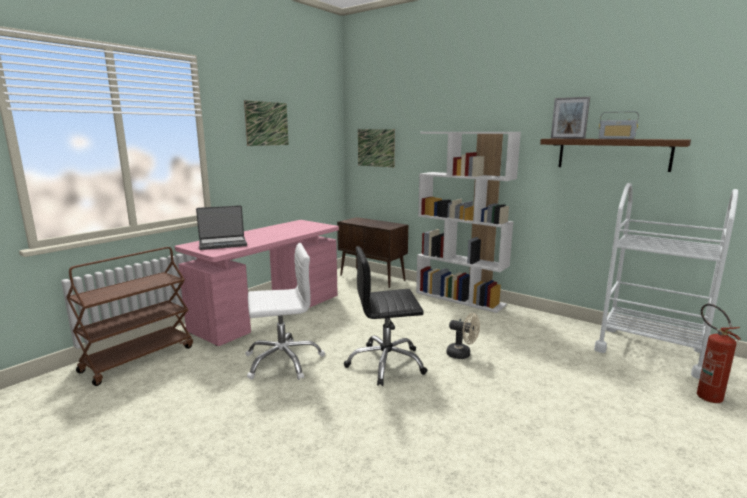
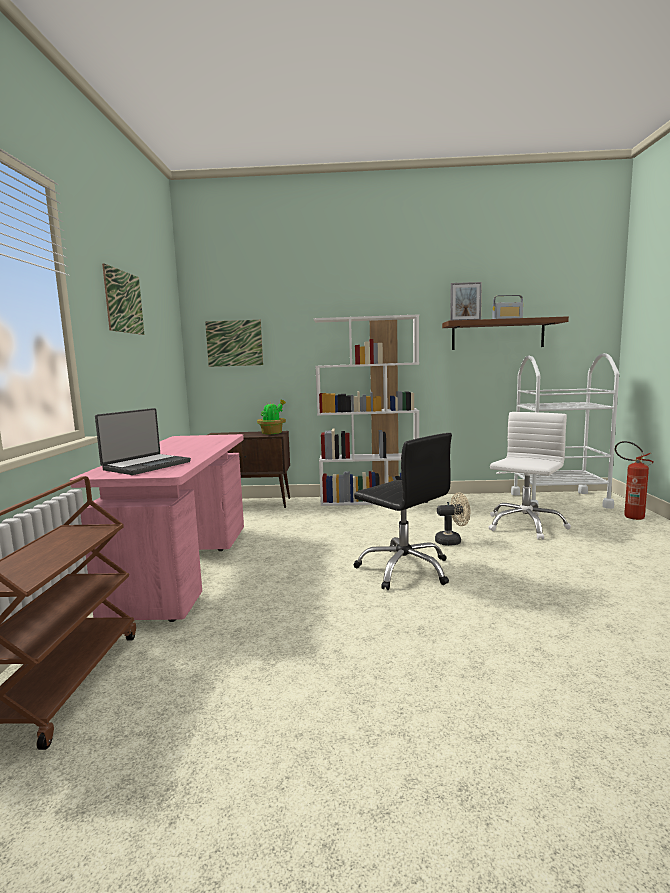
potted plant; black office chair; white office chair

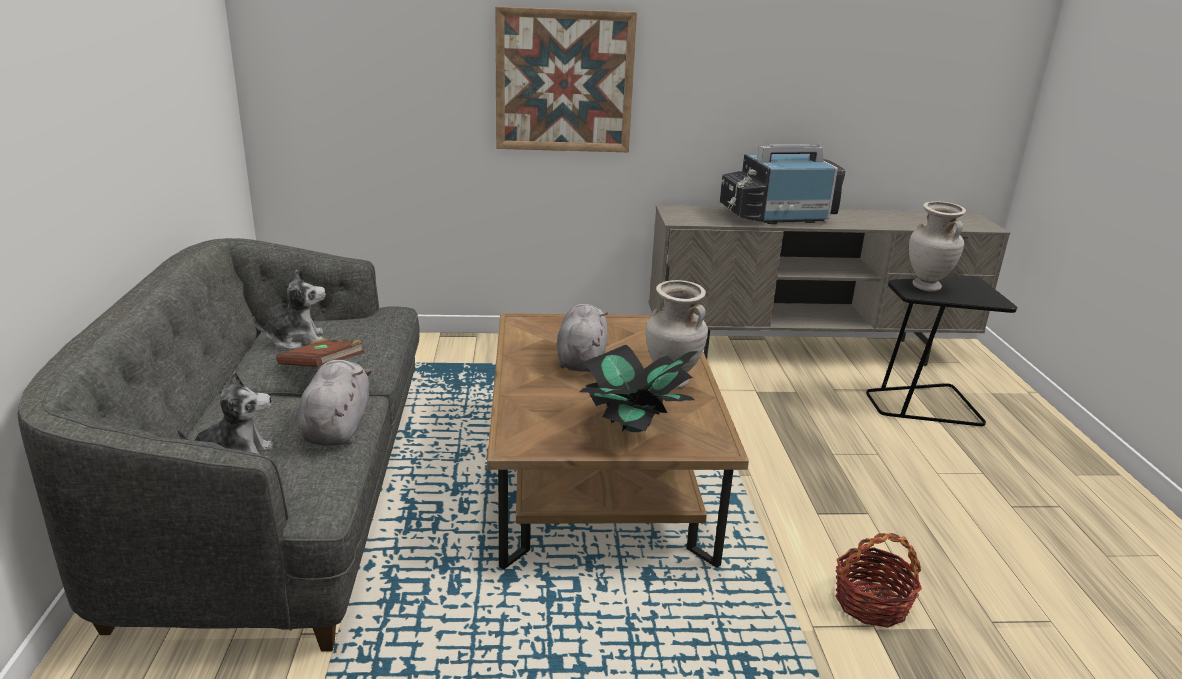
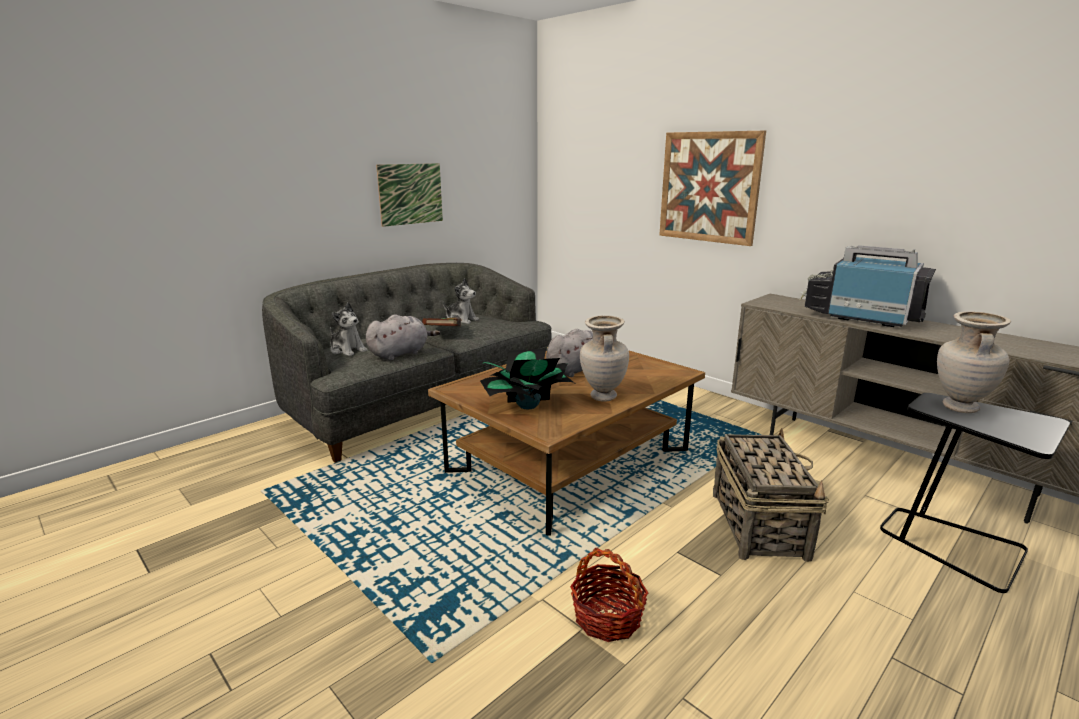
picture (no. 1 from left); basket (no. 2 from left)

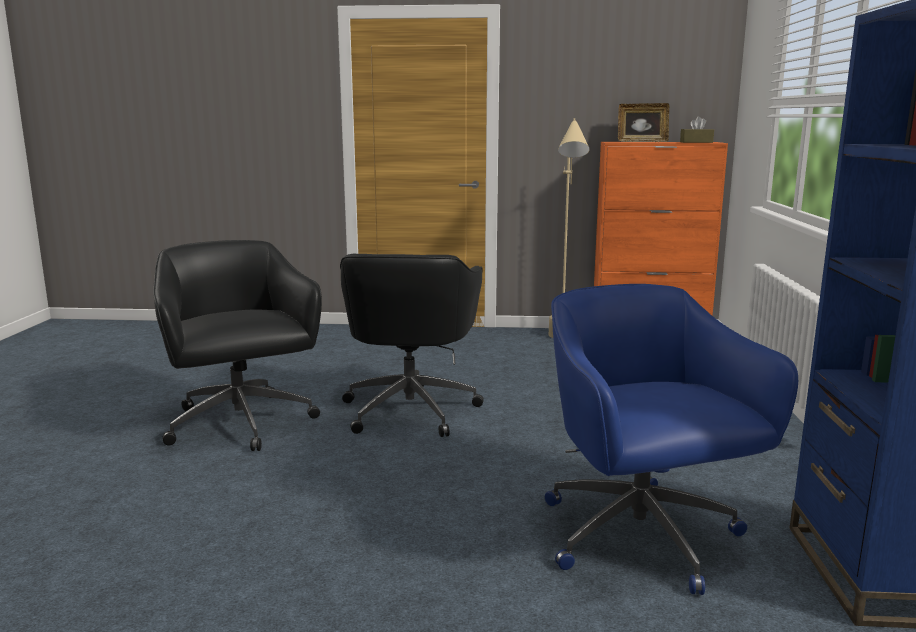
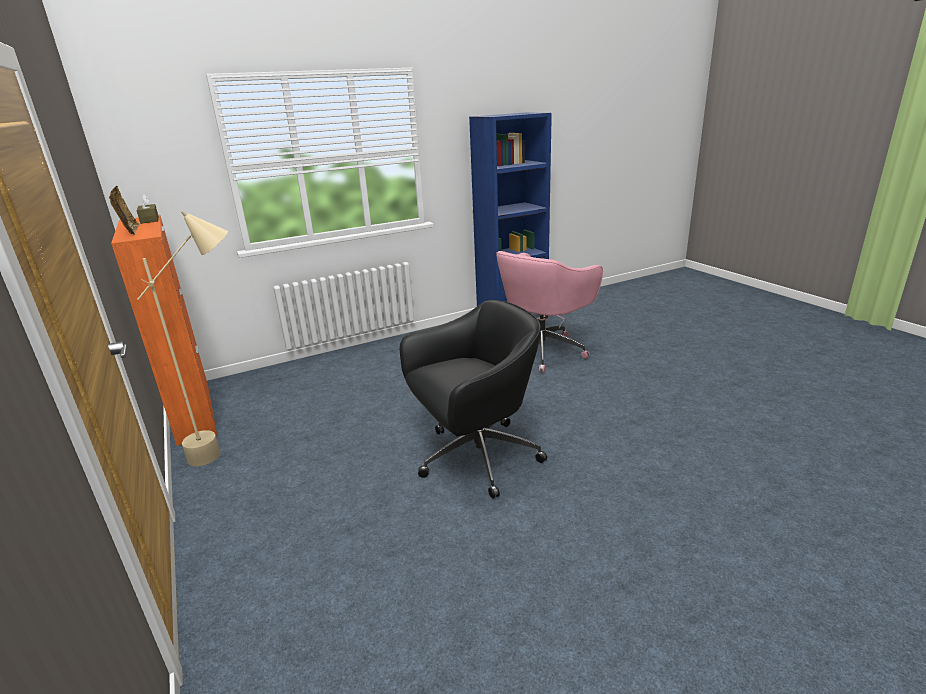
pink office chair; black office chair (no. 1 from left in the first image)

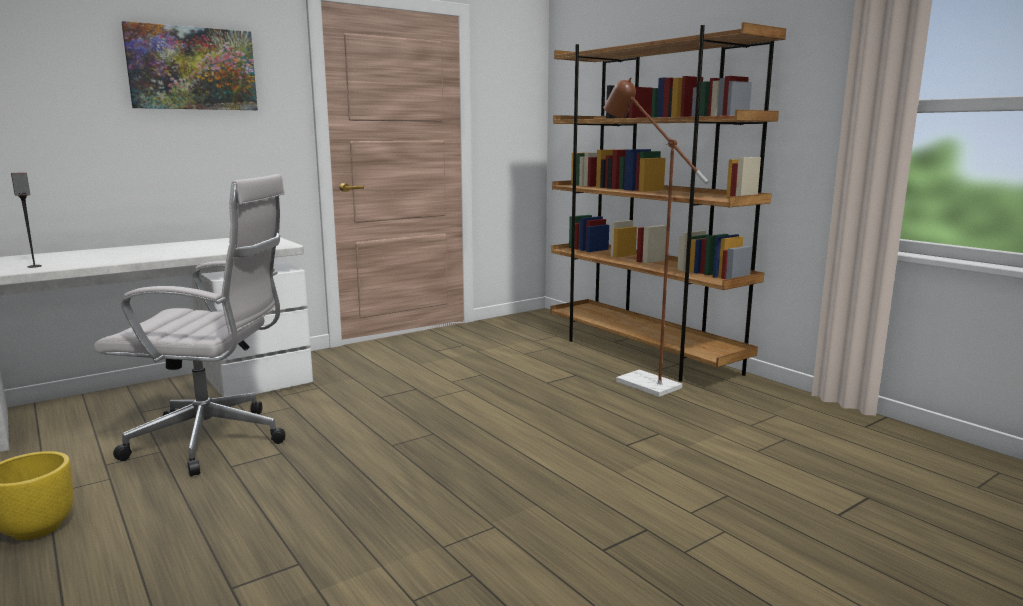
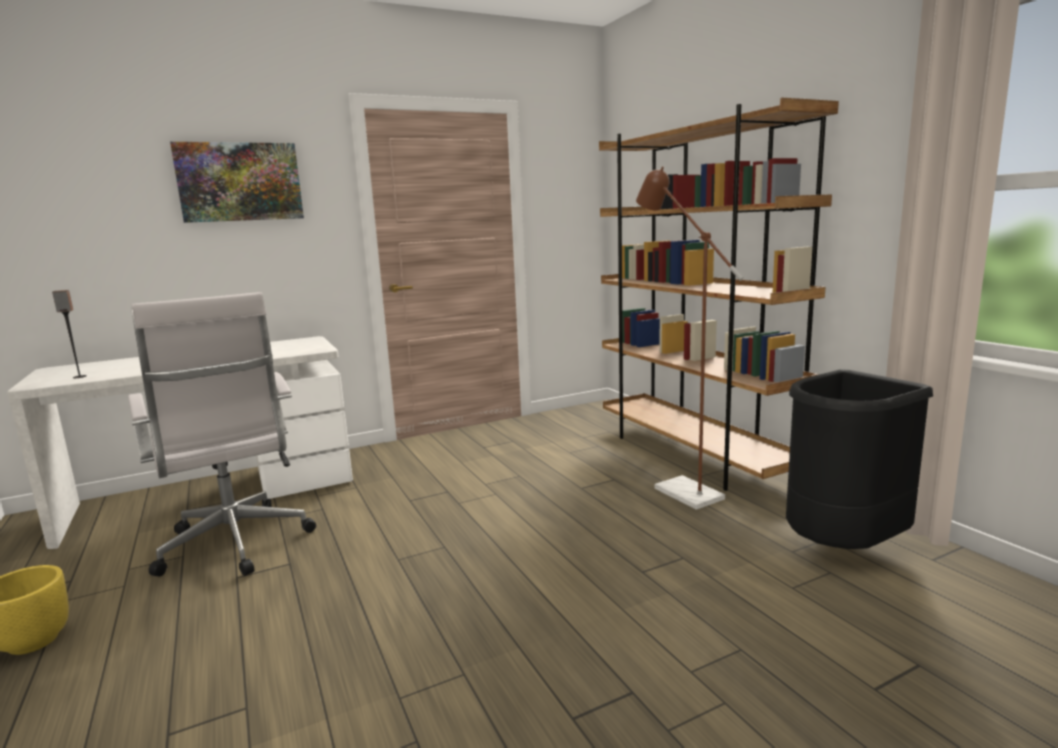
white office chair; black trash can

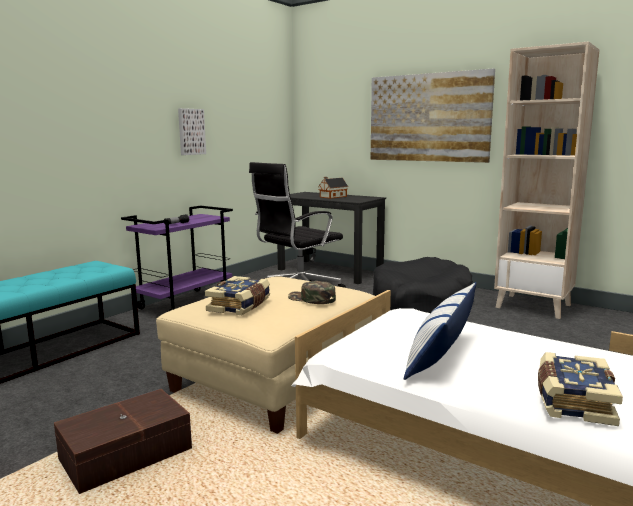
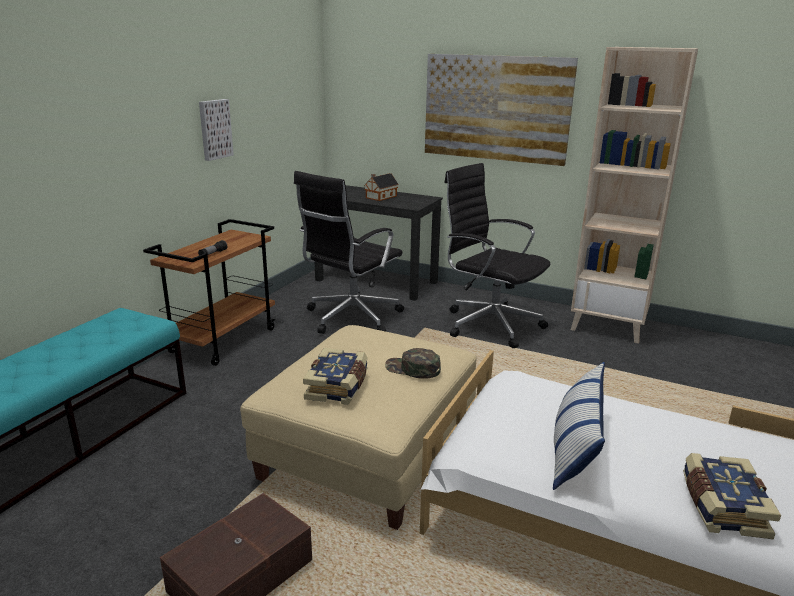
brown cart; black office chair (no. 2 from left)

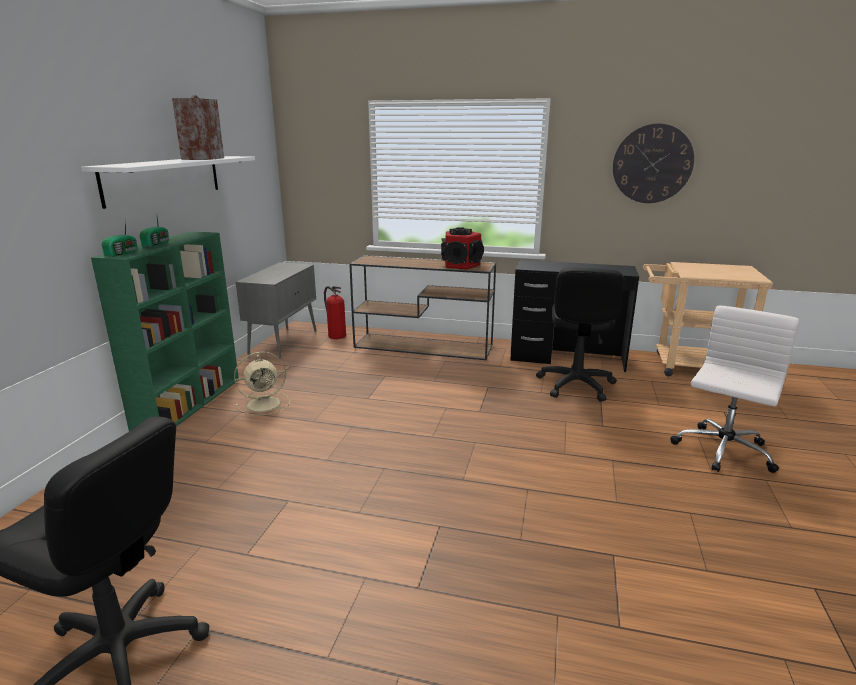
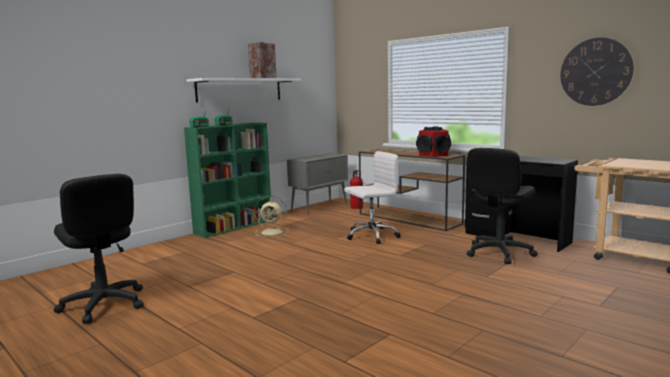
white office chair

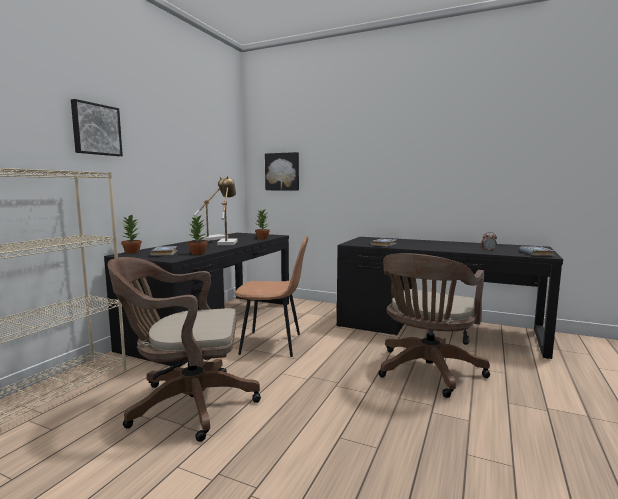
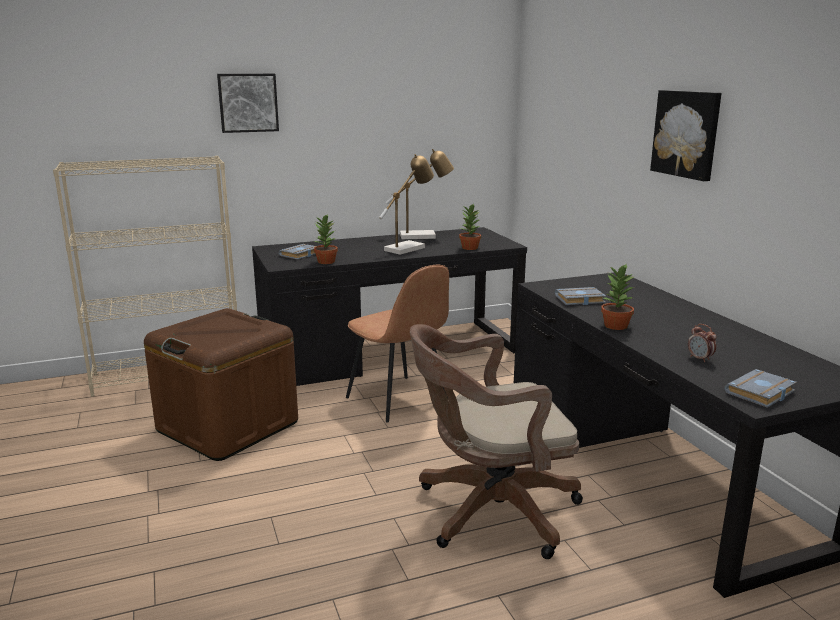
brown storage box; potted plant (no. 3 from left); picture (no. 2 from left)

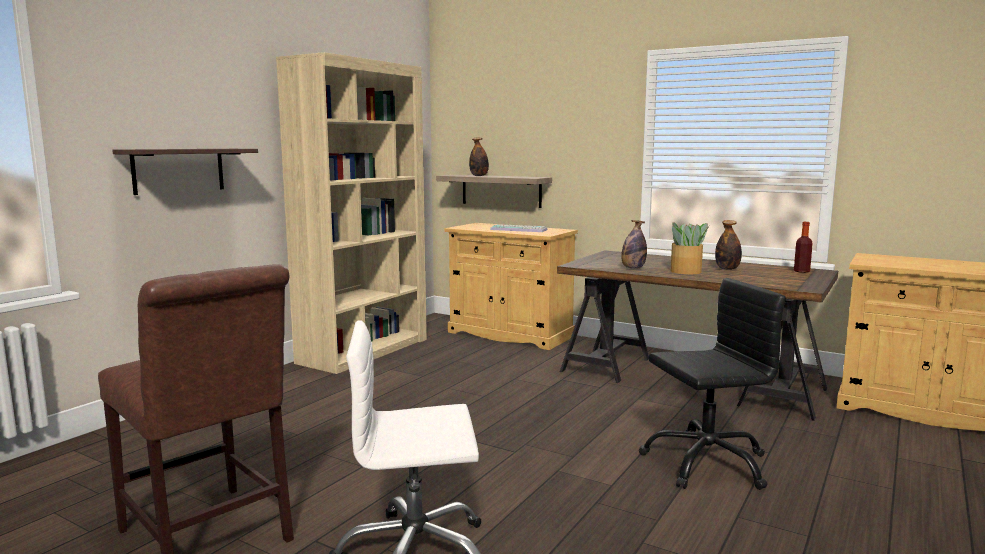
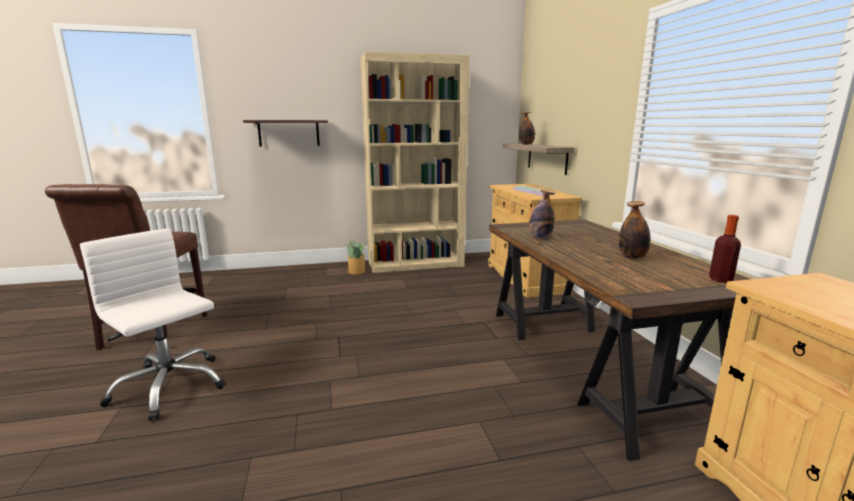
potted plant; black office chair

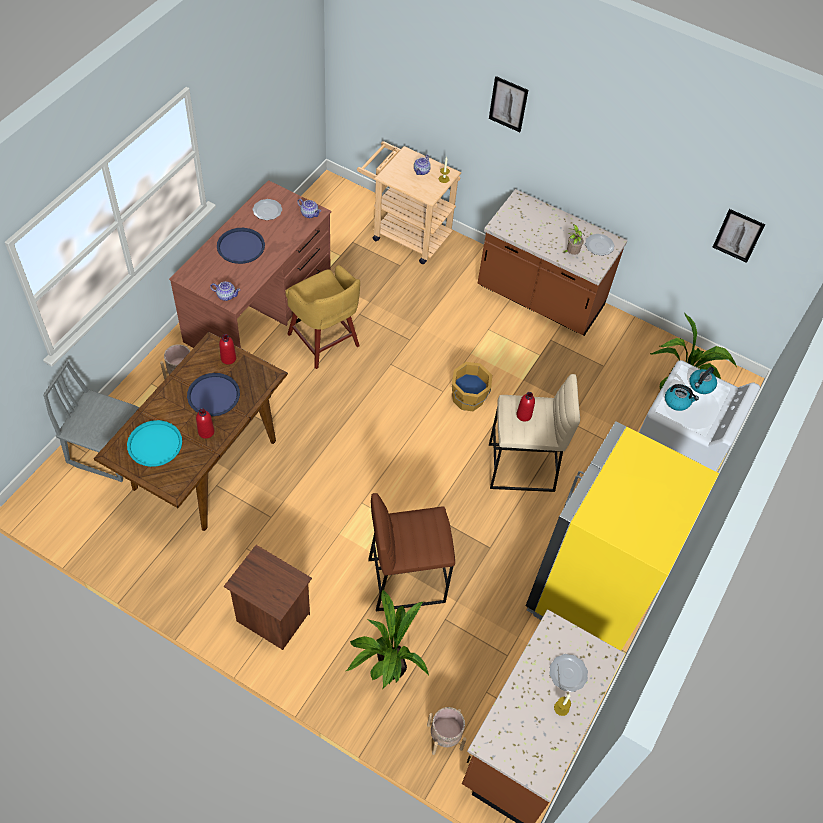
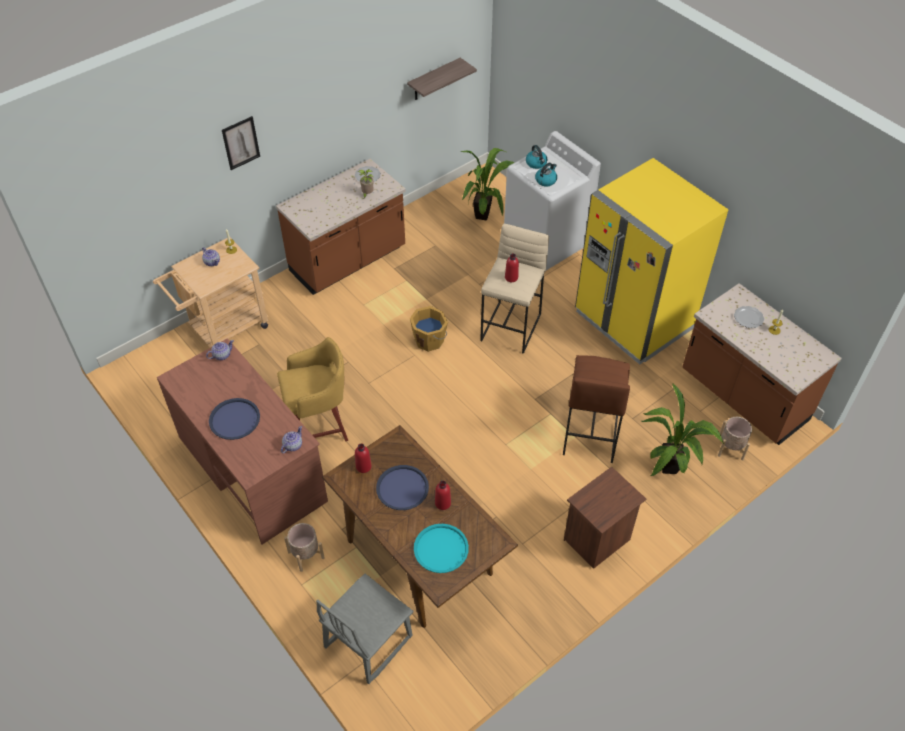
shelf; plate (no. 1 from left in the first image)

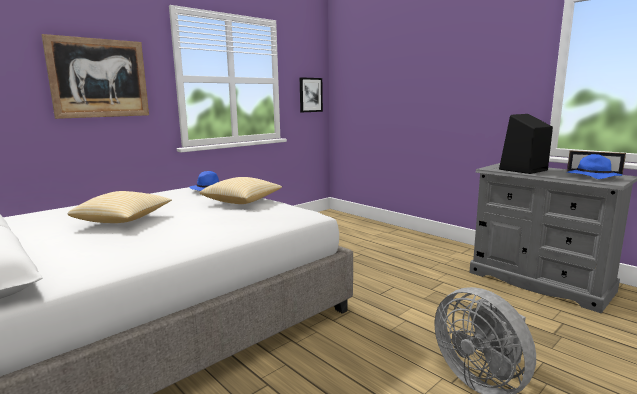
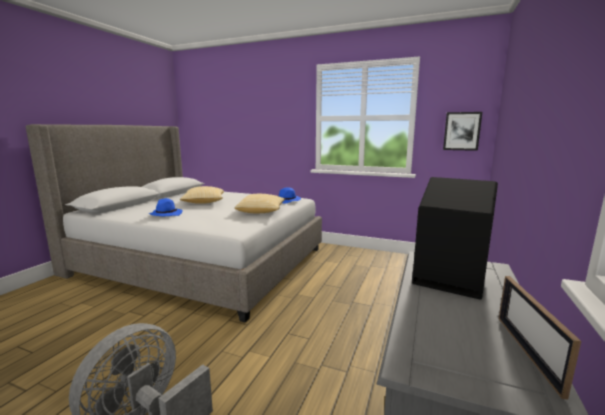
blue hat (no. 1 from left); picture (no. 1 from left in the first image)

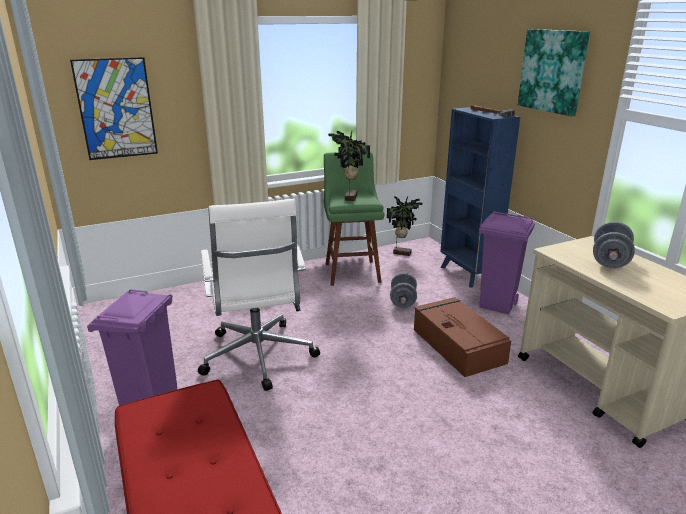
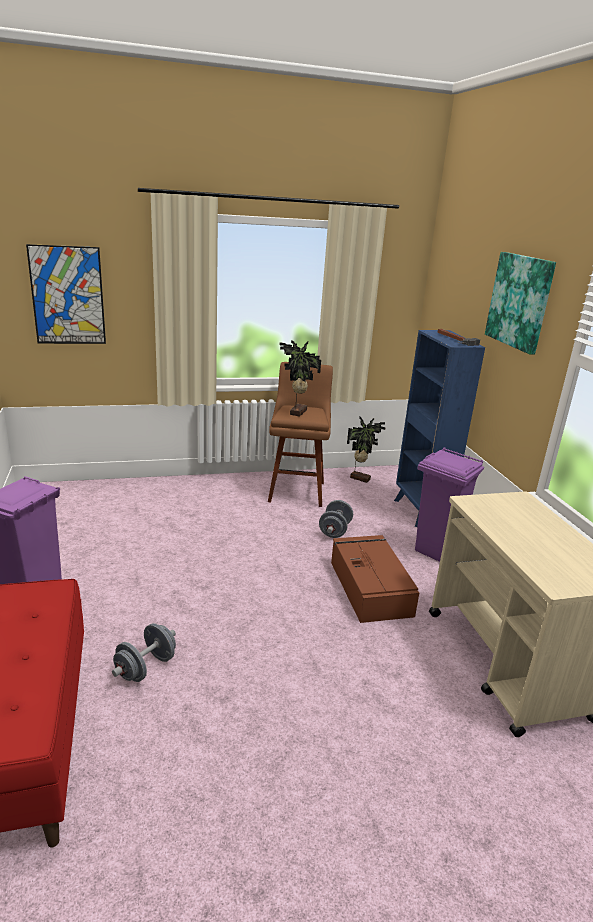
grey dumbbell (no. 1 from left); brown stool; white office chair

